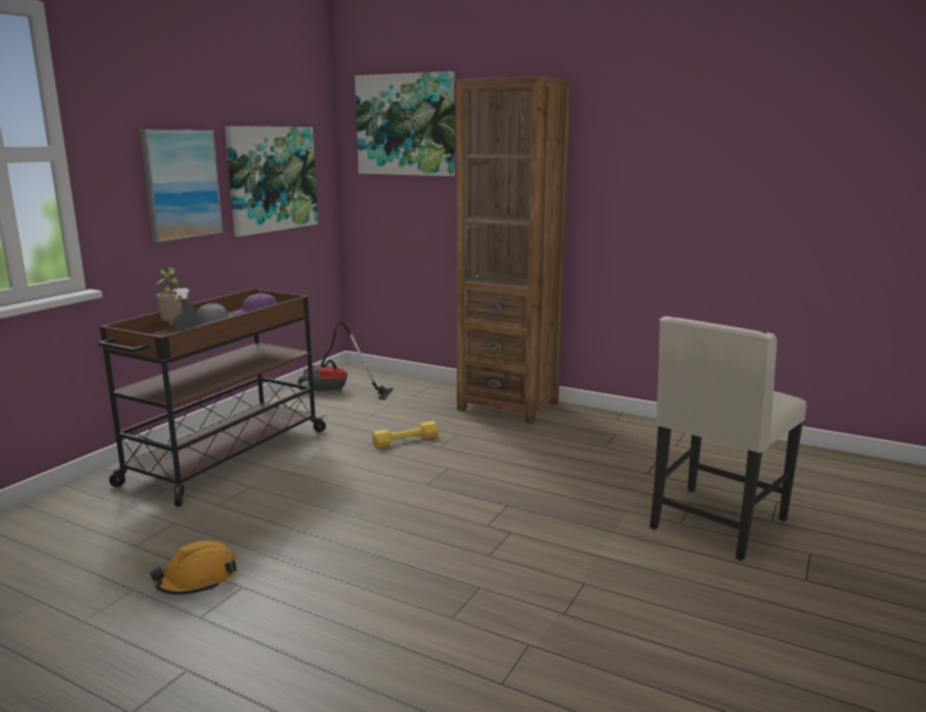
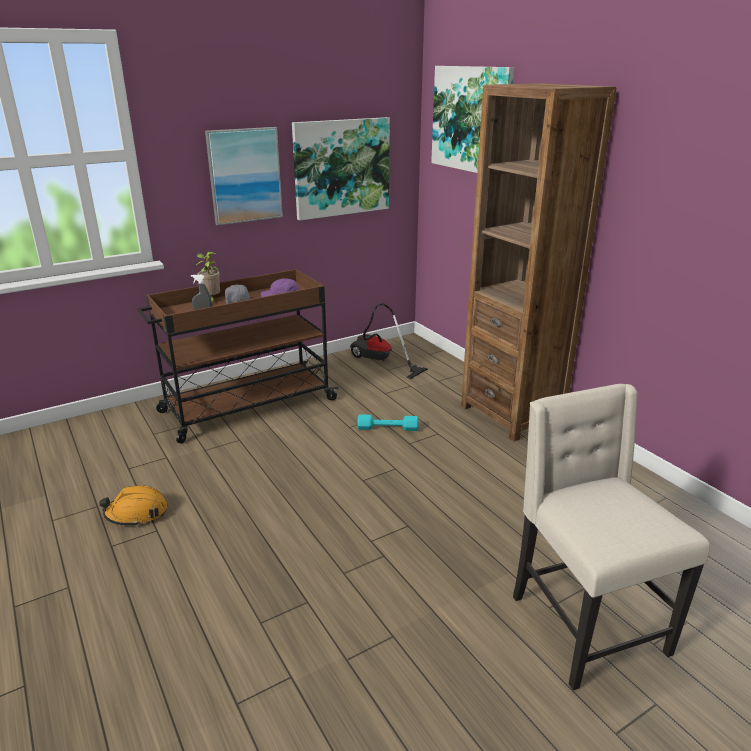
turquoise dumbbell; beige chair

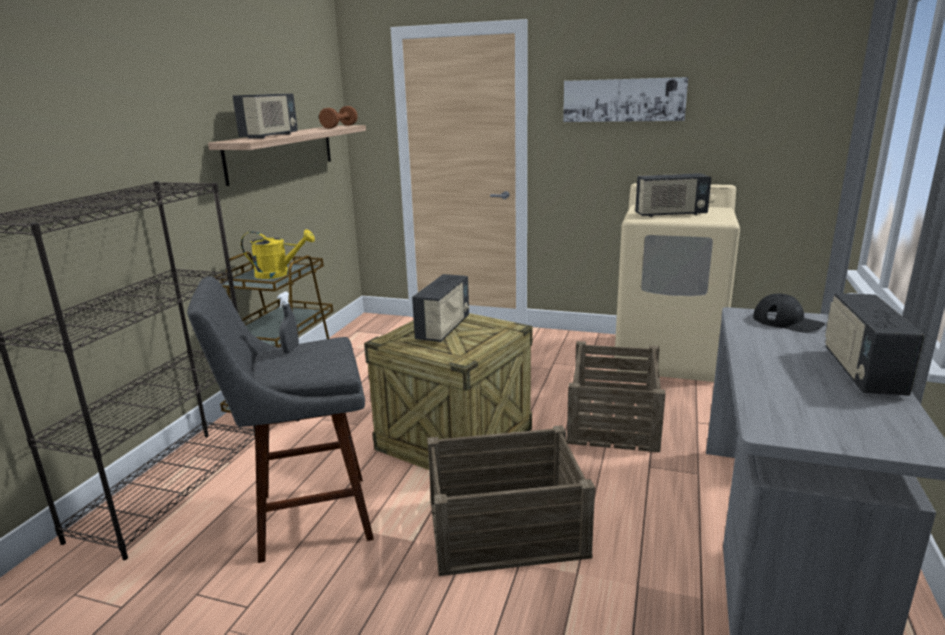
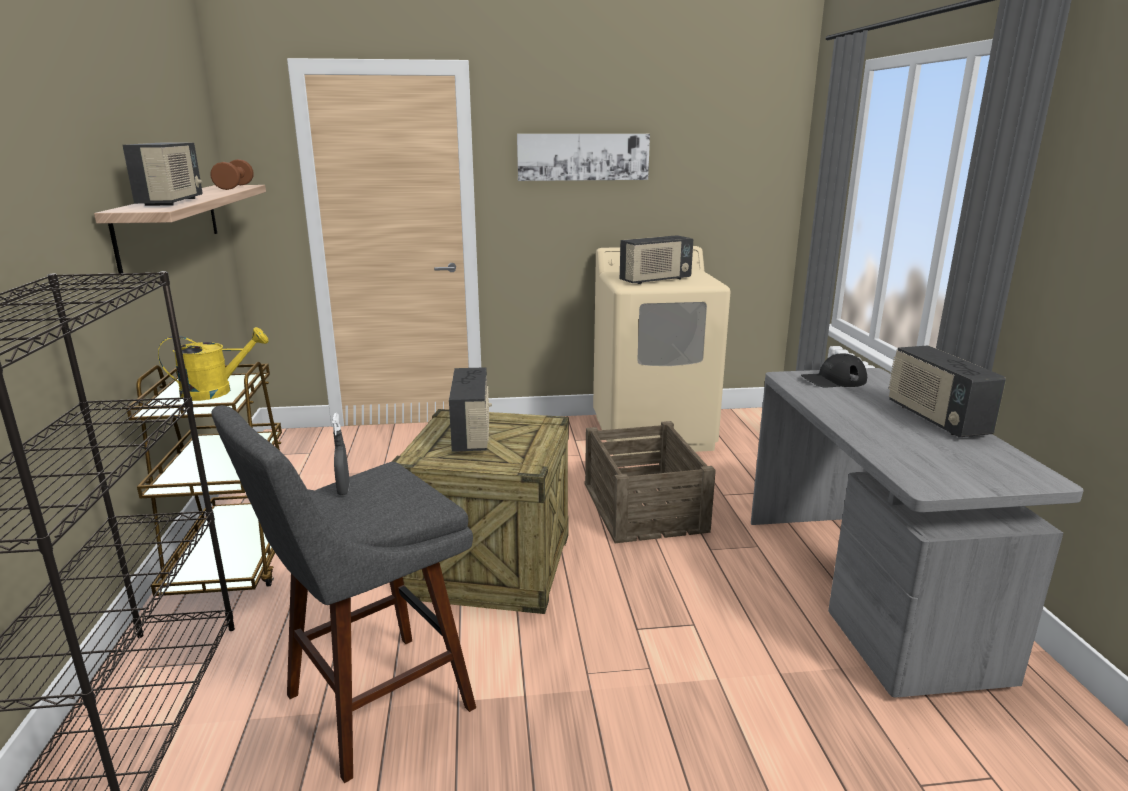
black cap; crate (no. 2 from left in the first image)

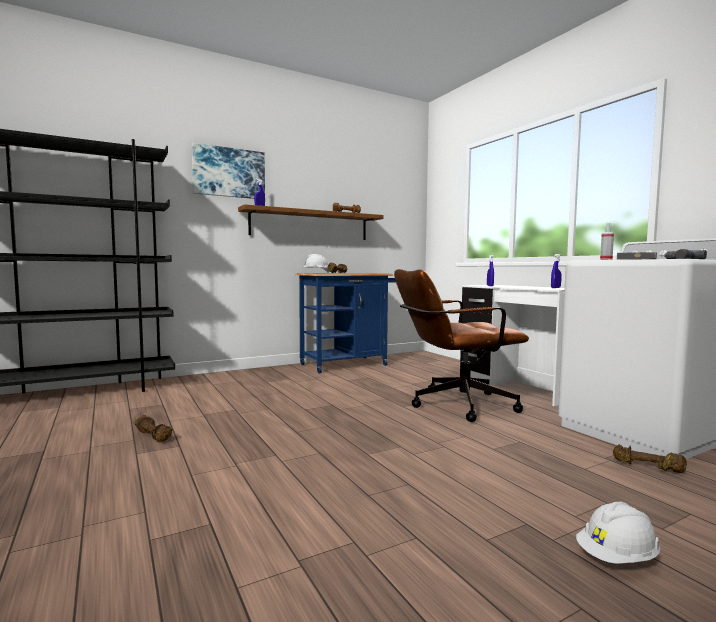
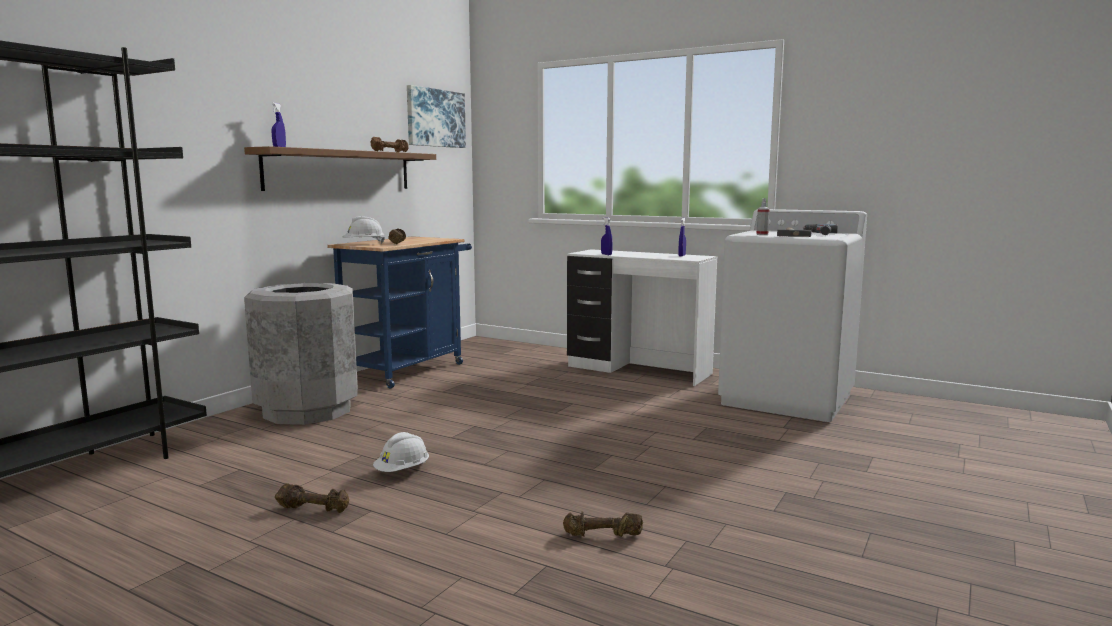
grey trash can; white hard hat (no. 2 from left); picture; brown dumbbell (no. 4 from left); brown office chair

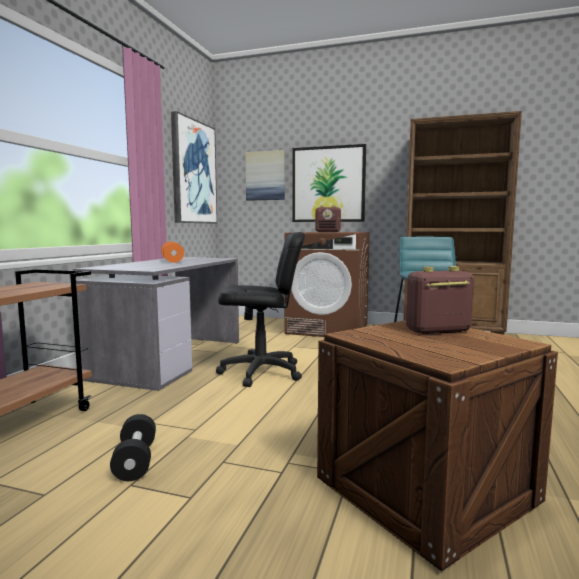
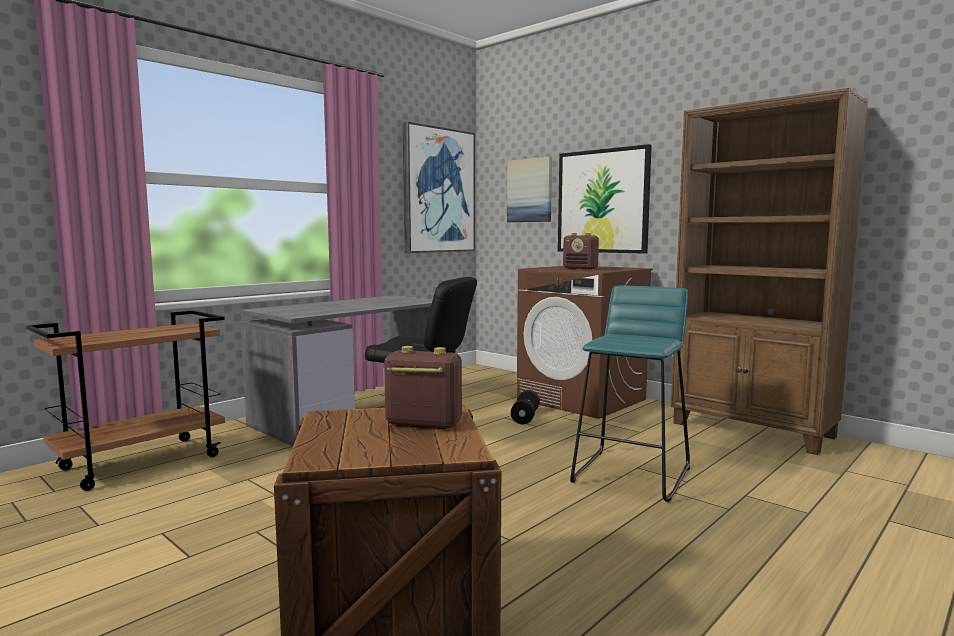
black dumbbell; orange dumbbell

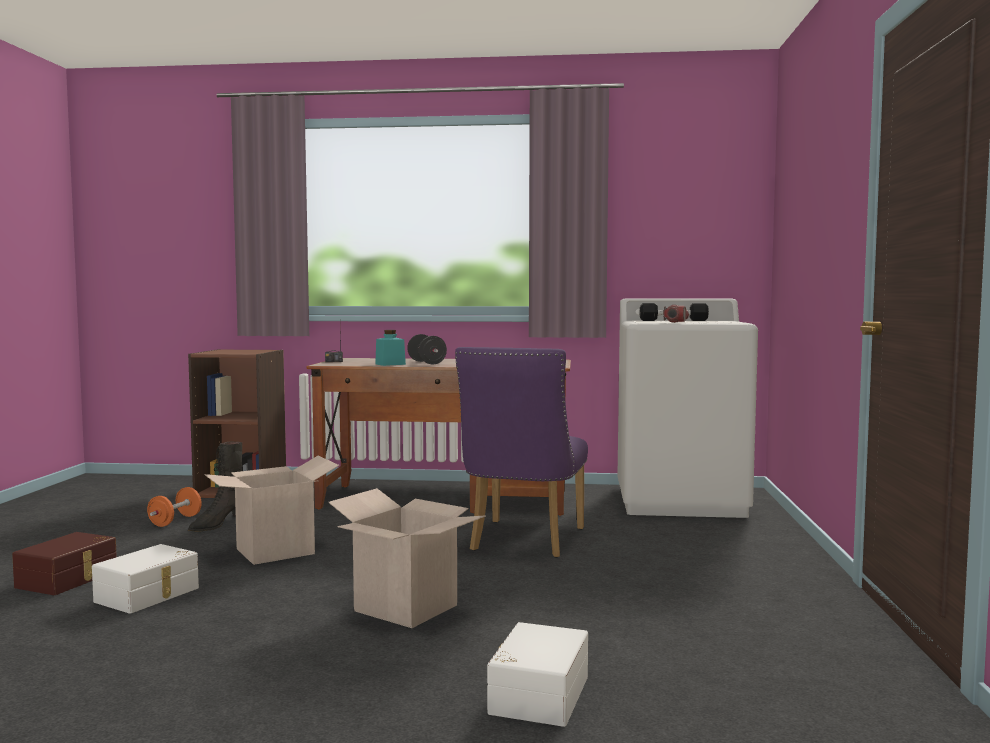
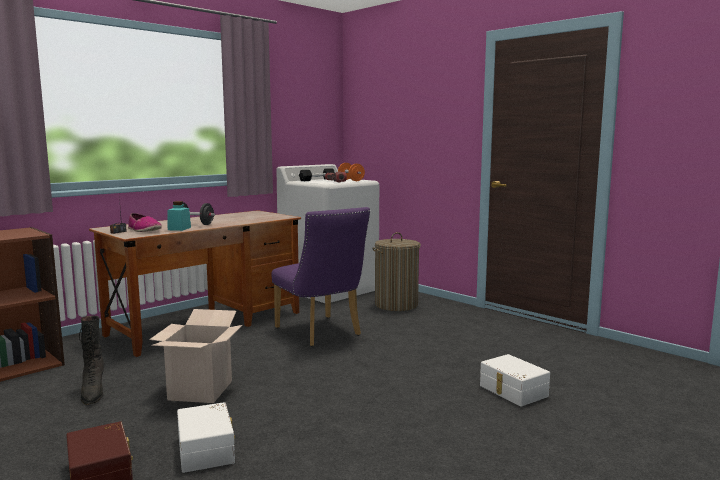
shoe; orange dumbbell; laundry basket; cardboard box (no. 2 from left in the first image)

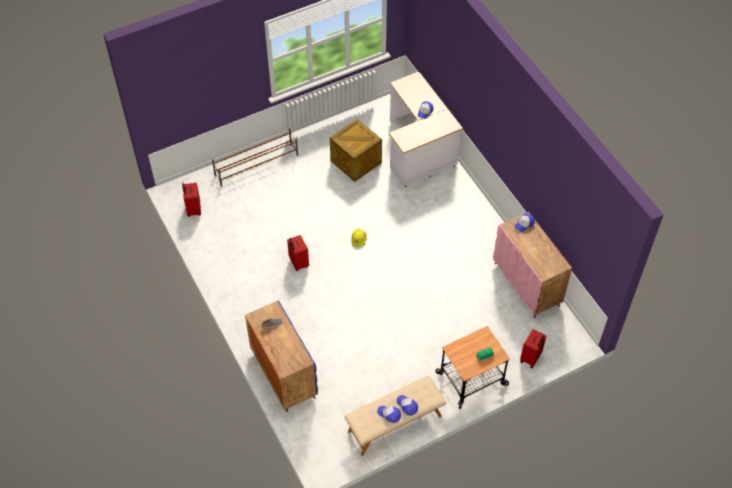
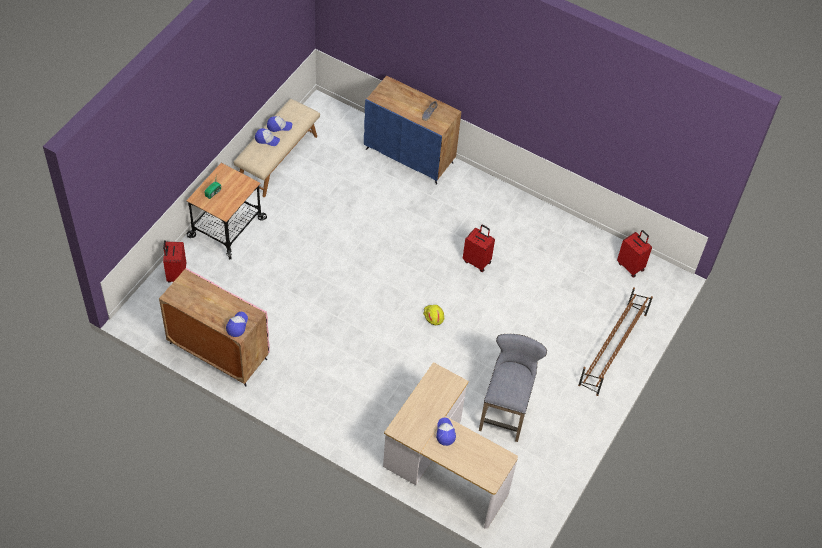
grey stool

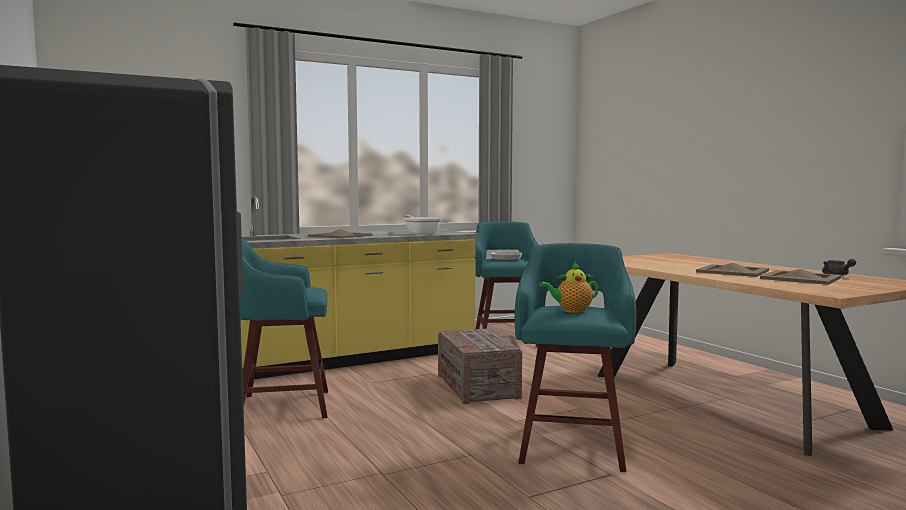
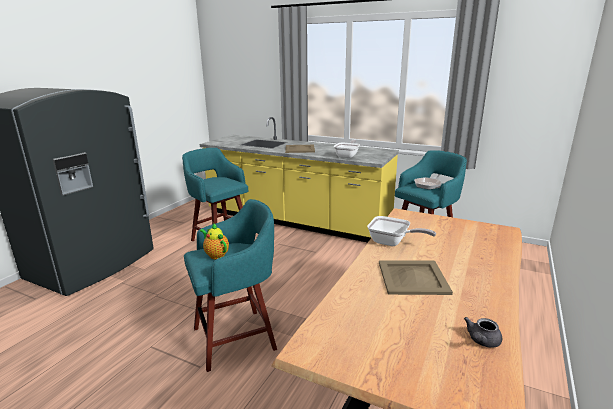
frying pan (no. 2 from left); crate; beige tray (no. 3 from left in the first image)

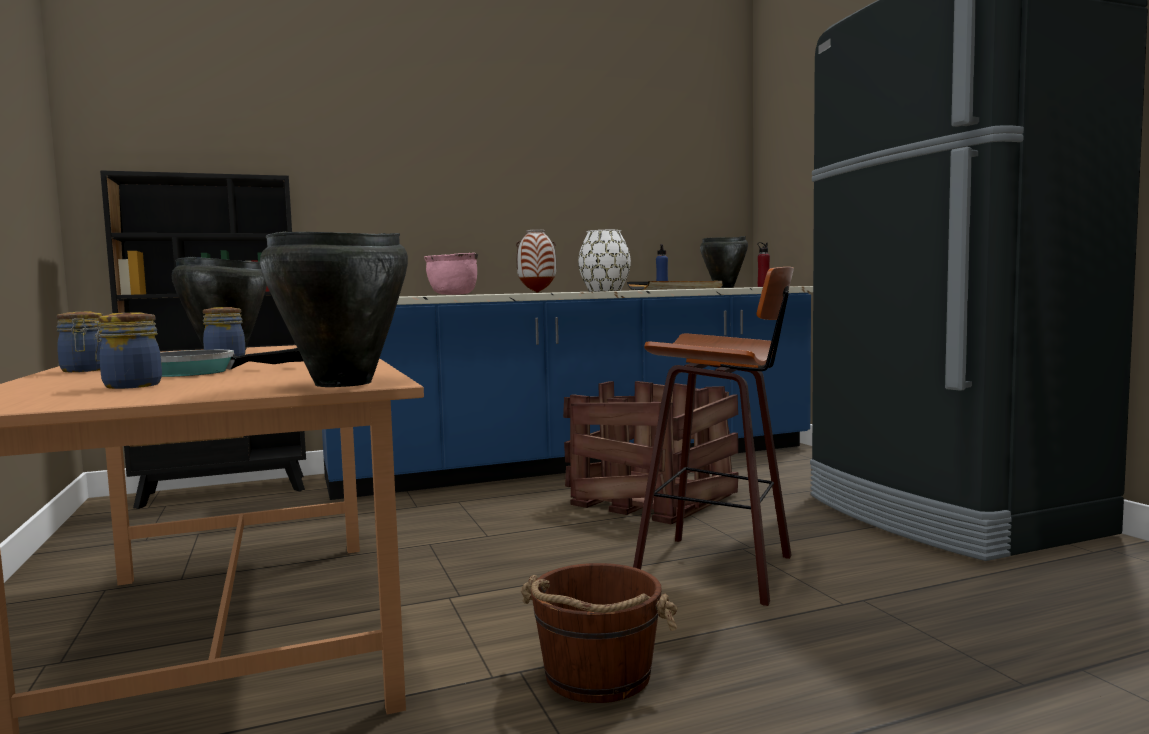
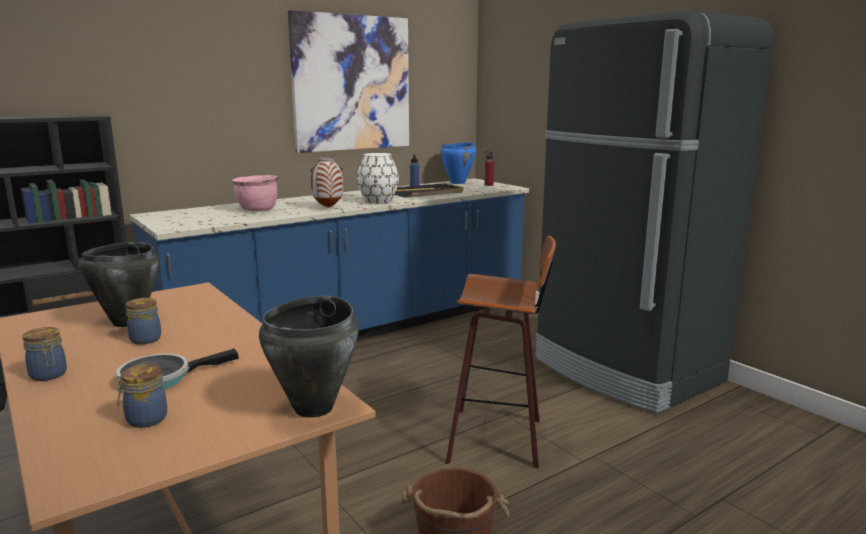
picture; blue cooking pot; crate

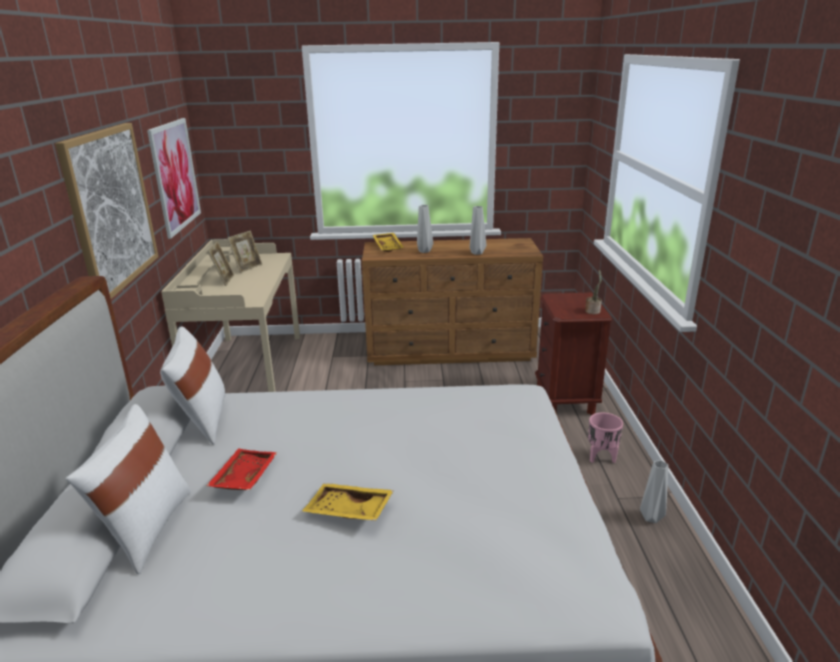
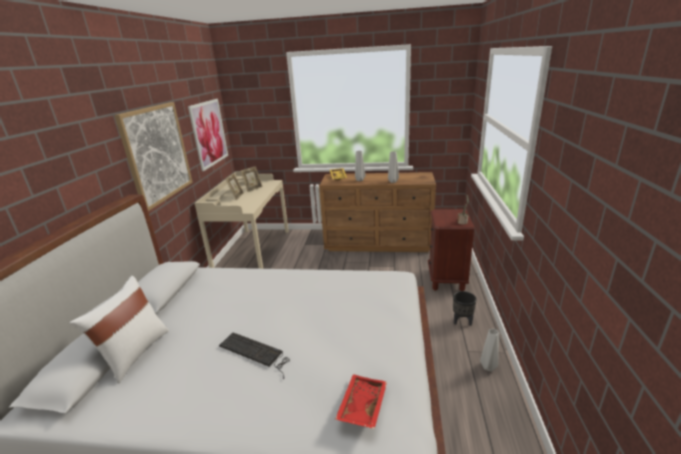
keyboard; red tray; black planter; white pillow (no. 2 from left in the first image)

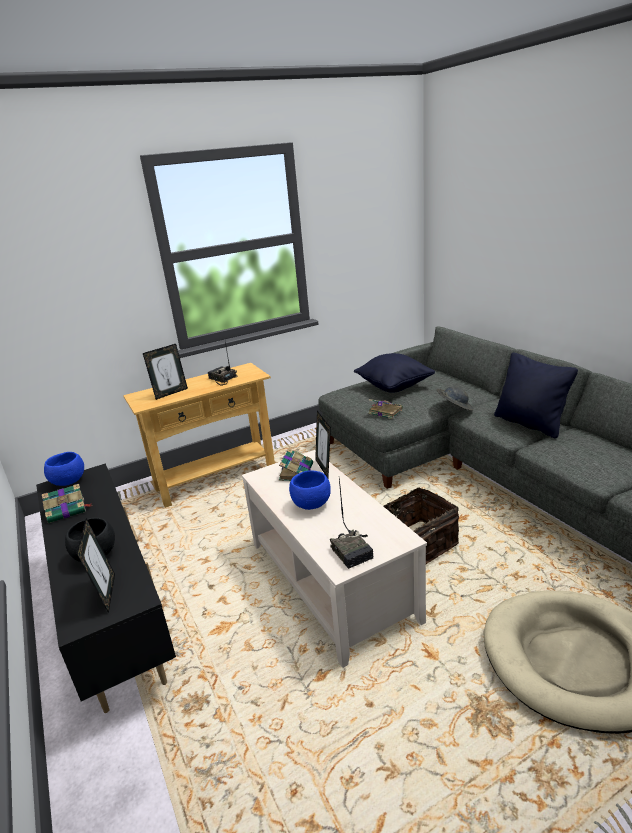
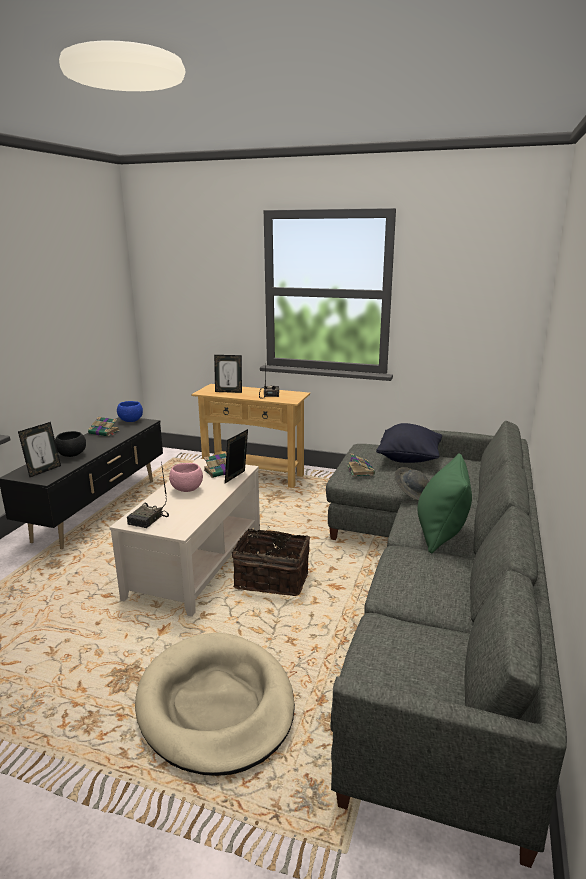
pink bowl; green pillow

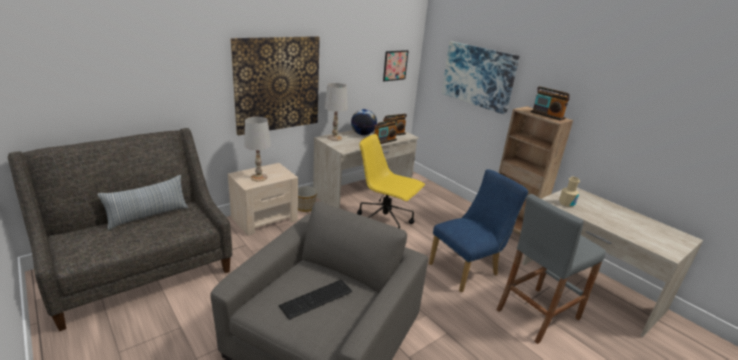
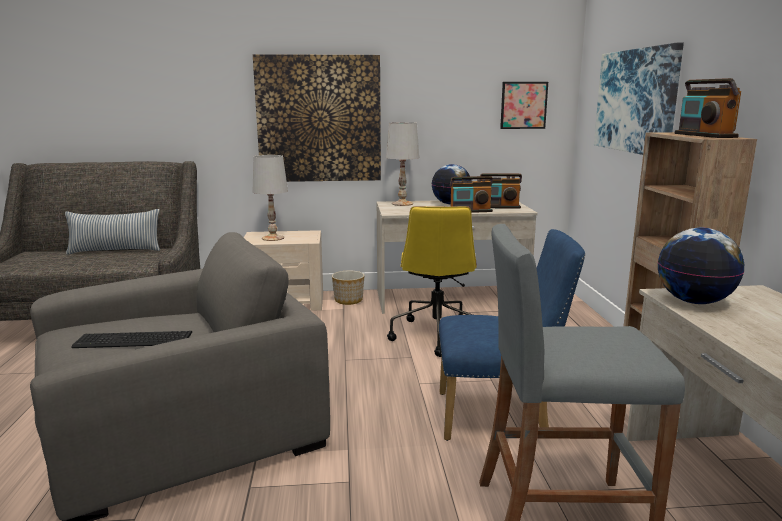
yellow office chair; globe (no. 2 from left)

